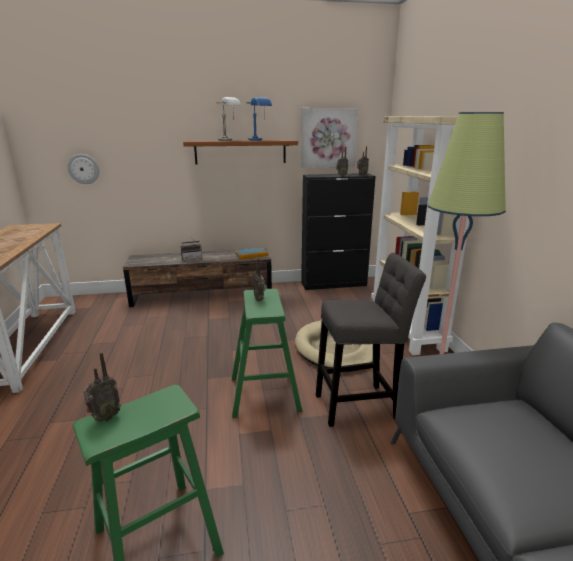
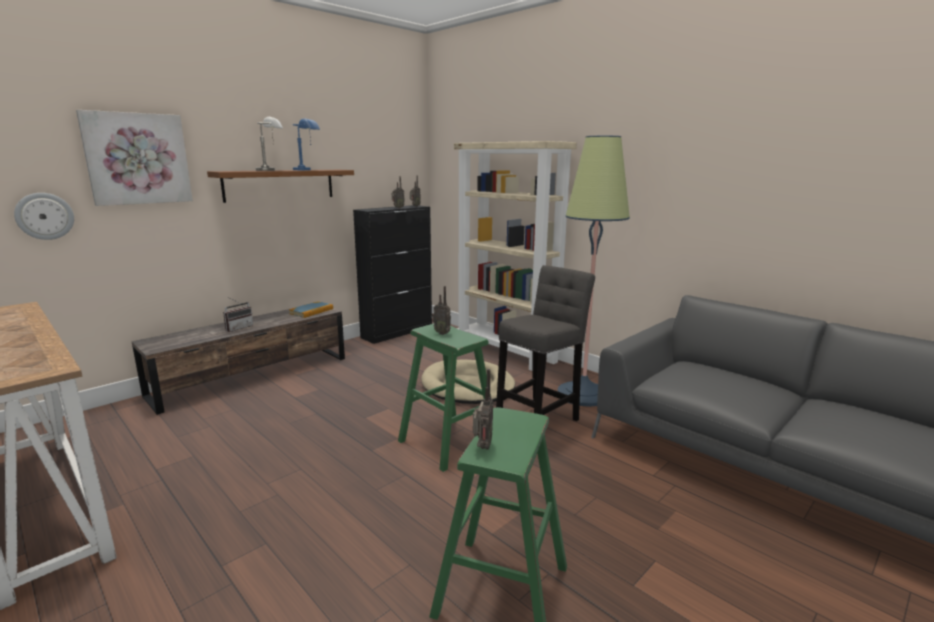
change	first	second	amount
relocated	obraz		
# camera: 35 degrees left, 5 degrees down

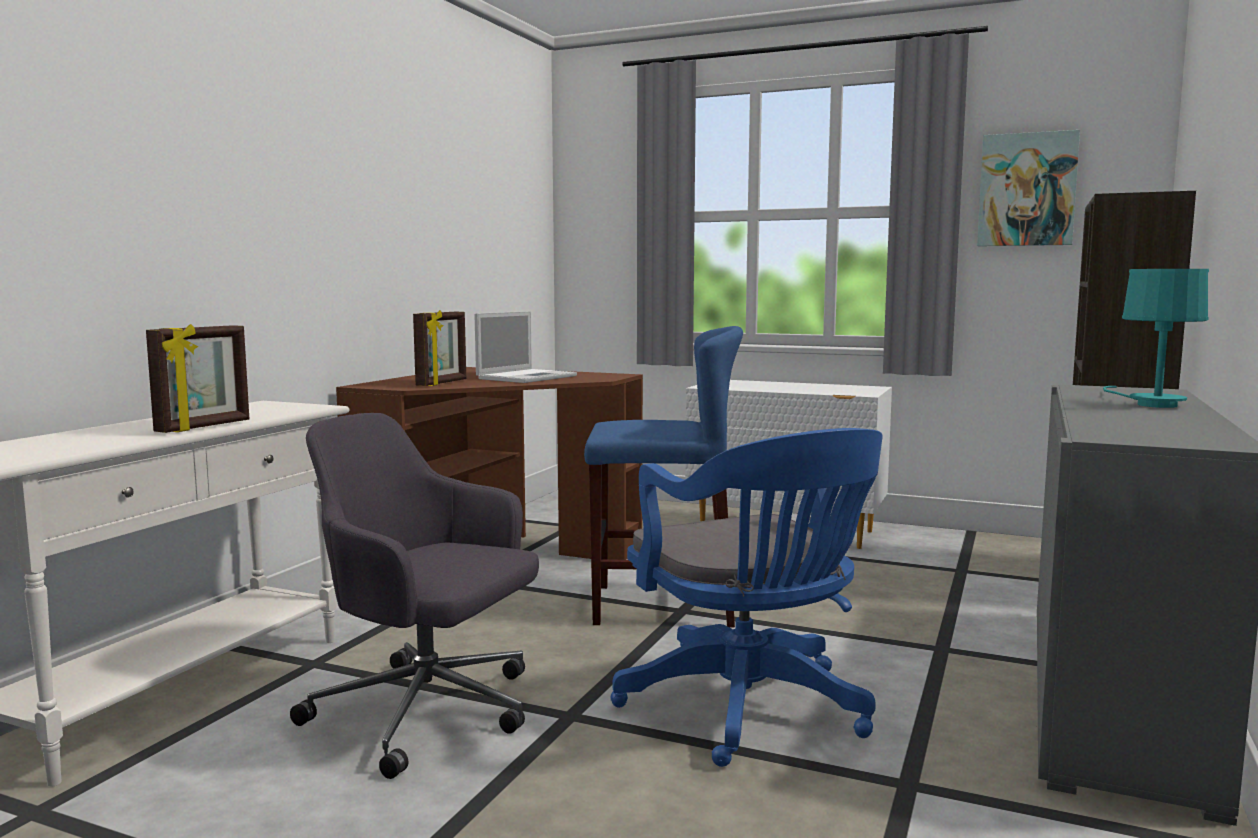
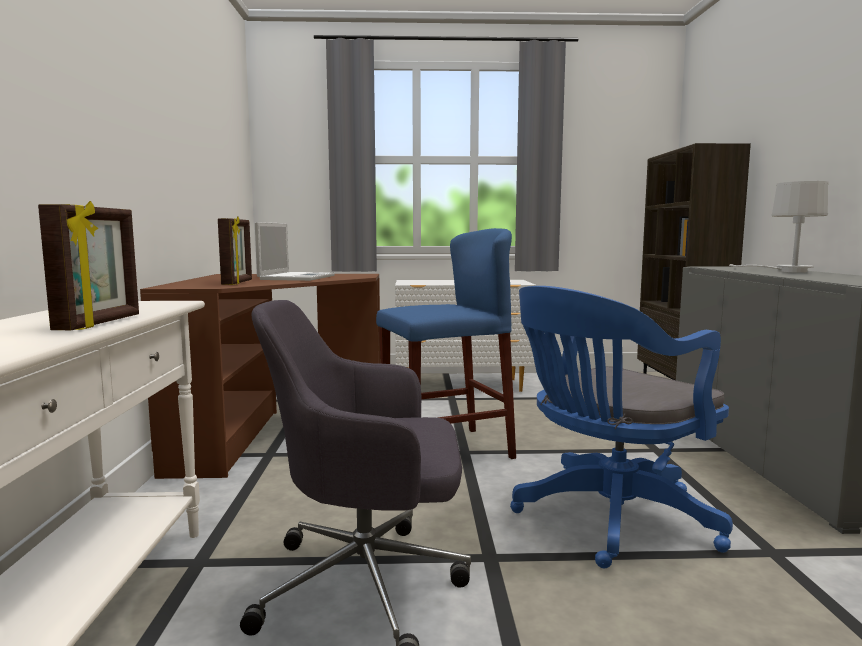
change	first	second	amount
spun	krzesło biurowe (niebieski)		105 degrees clockwise
colour	lampa stołowa (turkusowy)	lampa stołowa (biały)	
missing	obraz		
# camera: 25 degrees left, 0 degrees up

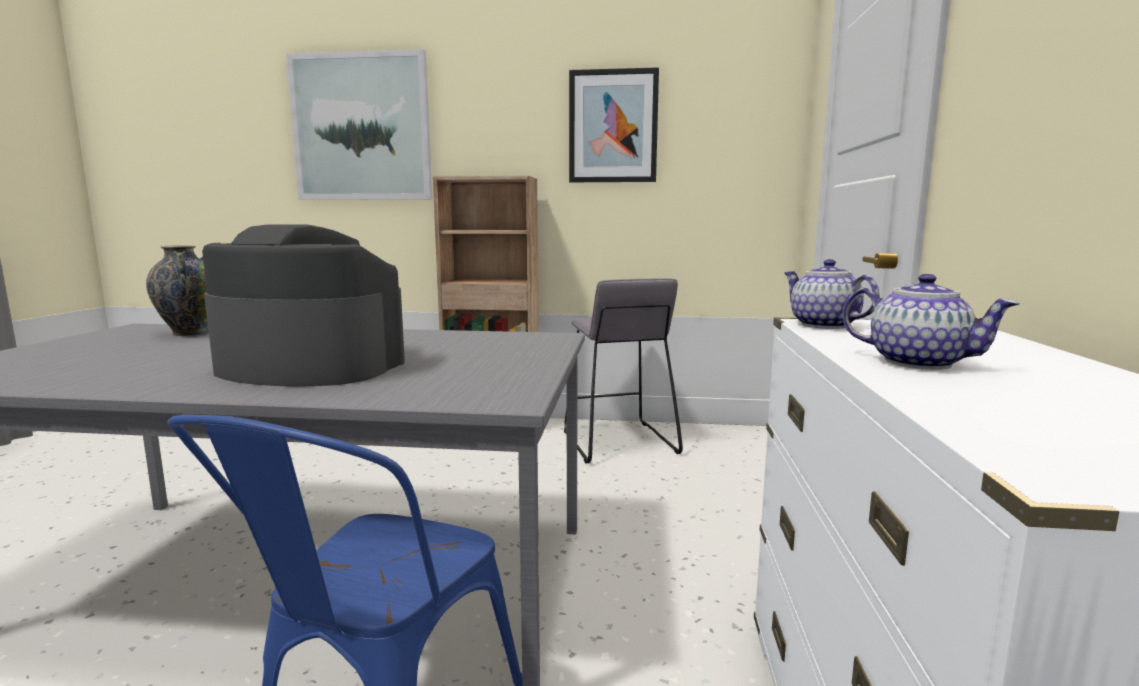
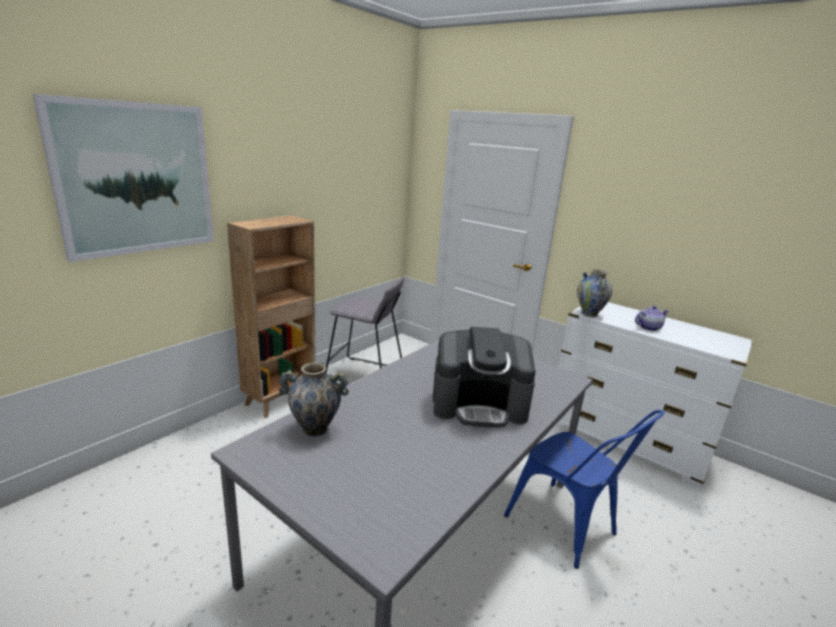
change	first	second	amount
spun	ekspres do kawy		135 degrees counterclockwise
exchanged	imbryk (no. 1 from left)	wazon (no. 2 from left)	
missing	obraz (no. 2 from left)		
# camera: 60 degrees left, 10 degrees up

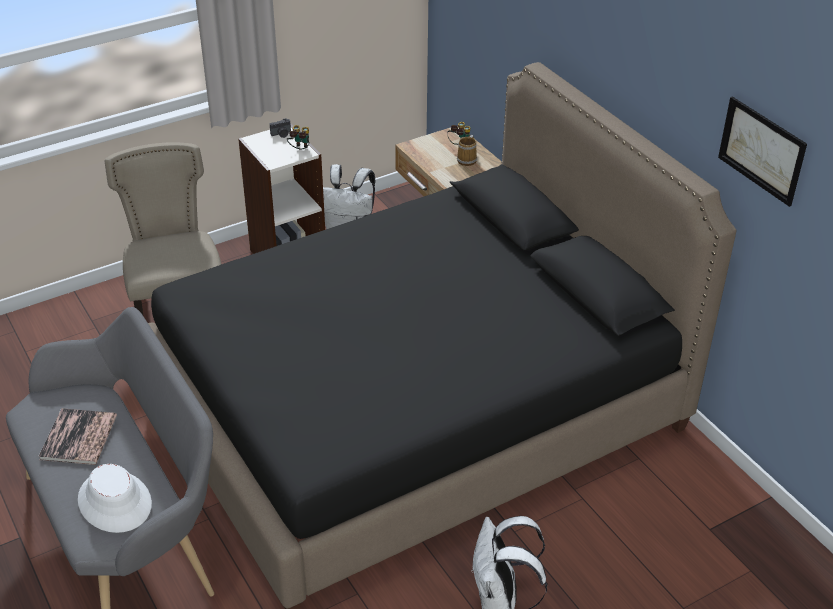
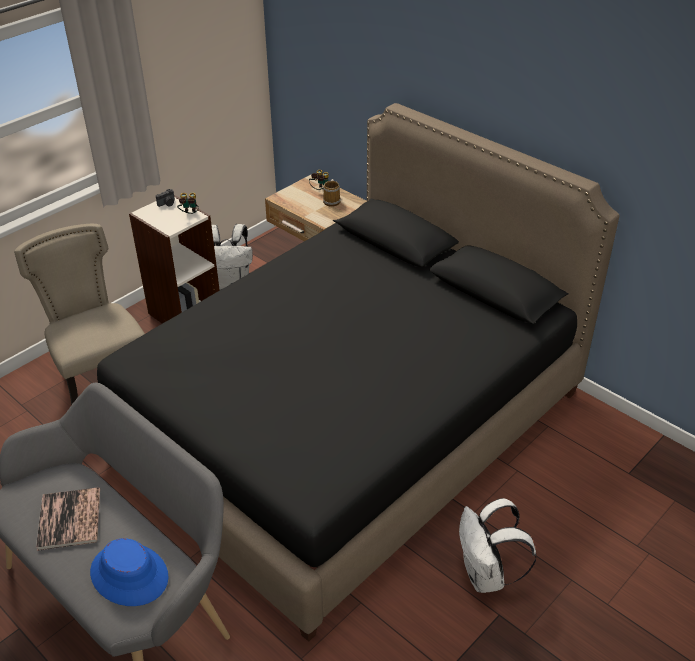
change	first	second	amount
colour	kapelusz (biały)	kapelusz (niebieski)	
missing	obraz		
# camera: 15 degrees left, 0 degrees up

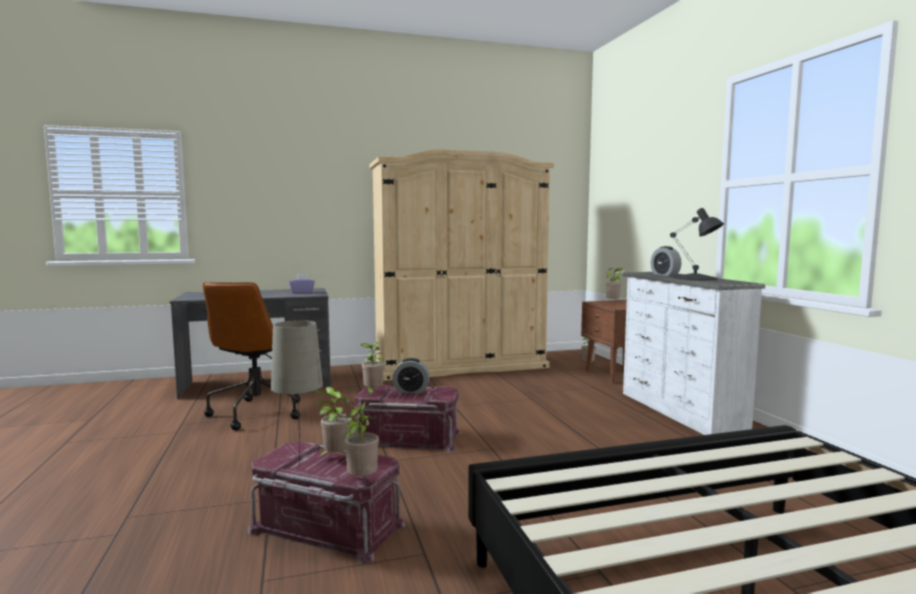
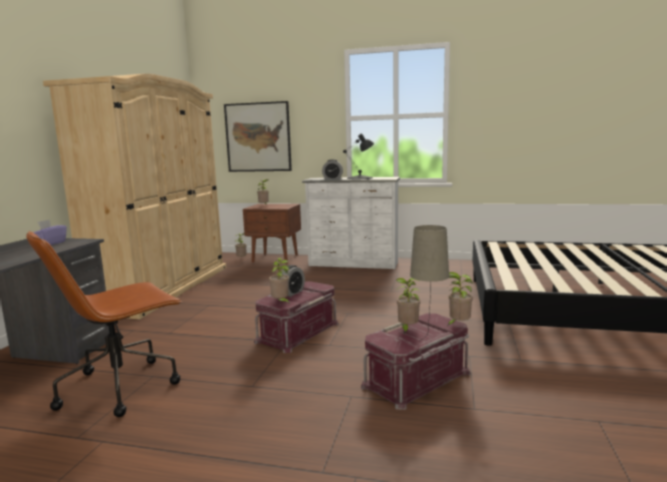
change	first	second	amount
spun	krzesło biurowe (brązowy)		105 degrees clockwise
appeared		obraz	
# camera: 60 degrees left, 5 degrees up

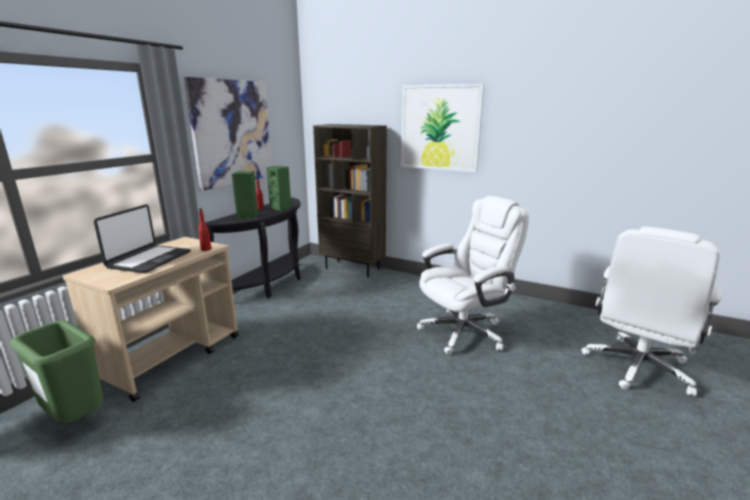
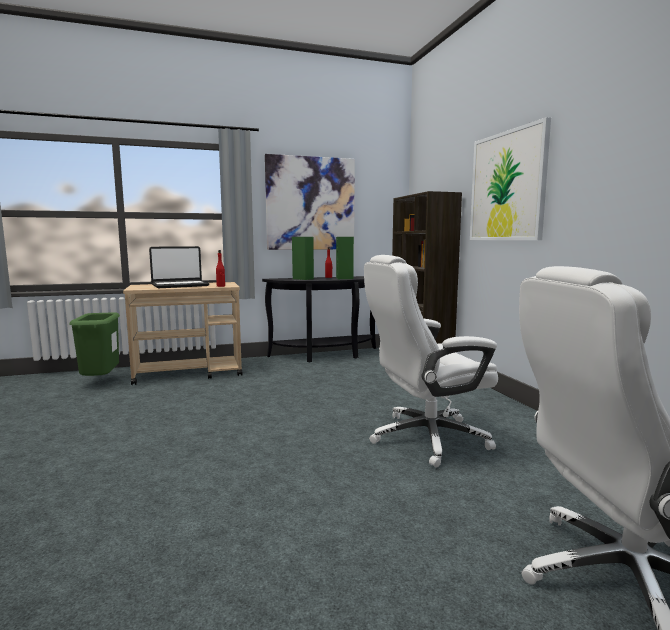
change	first	second	amount
spun	krzesło biurowe (biały) (no. 1 from left)		150 degrees clockwise
# camera: 45 degrees right, 10 degrees down

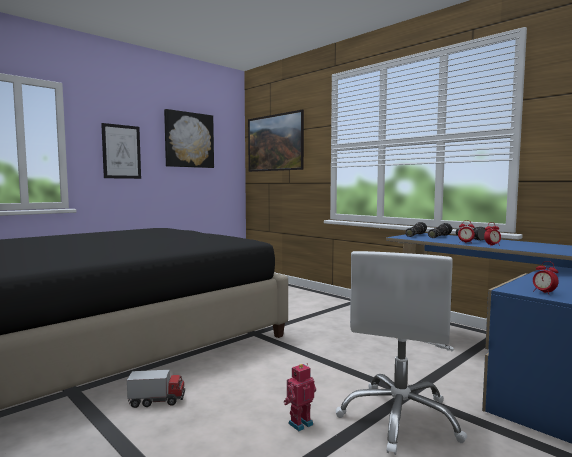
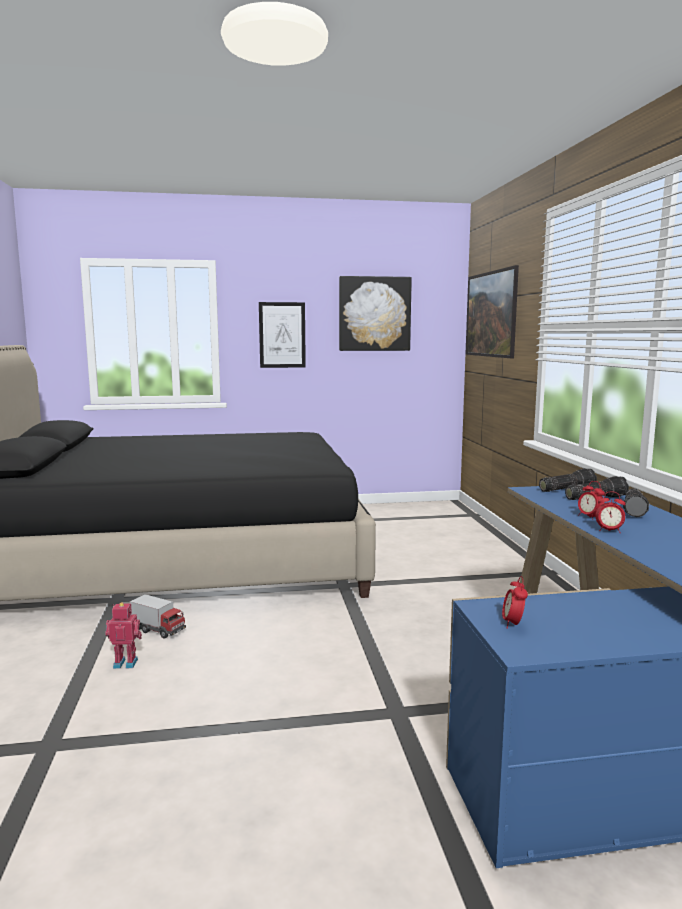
change	first	second	amount
relocated	robot zabawkowy		
missing	krzesło biurowe (biały)		
# camera: 35 degrees right, 5 degrees up

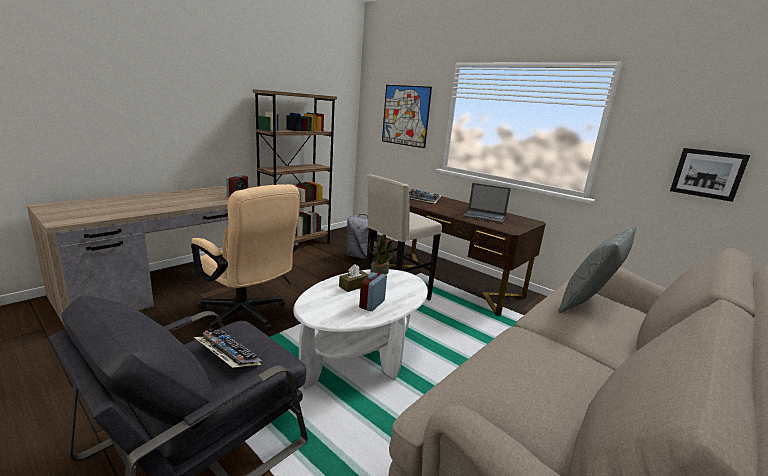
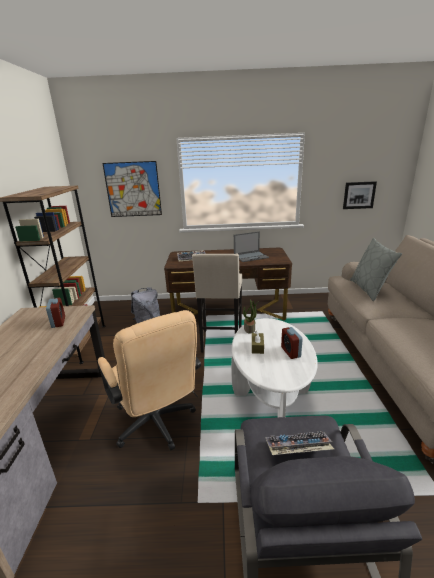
change	first	second	amount
spun	krzesło biurowe (beżowy)		60 degrees clockwise
# camera: 40 degrees left, 5 degrees up

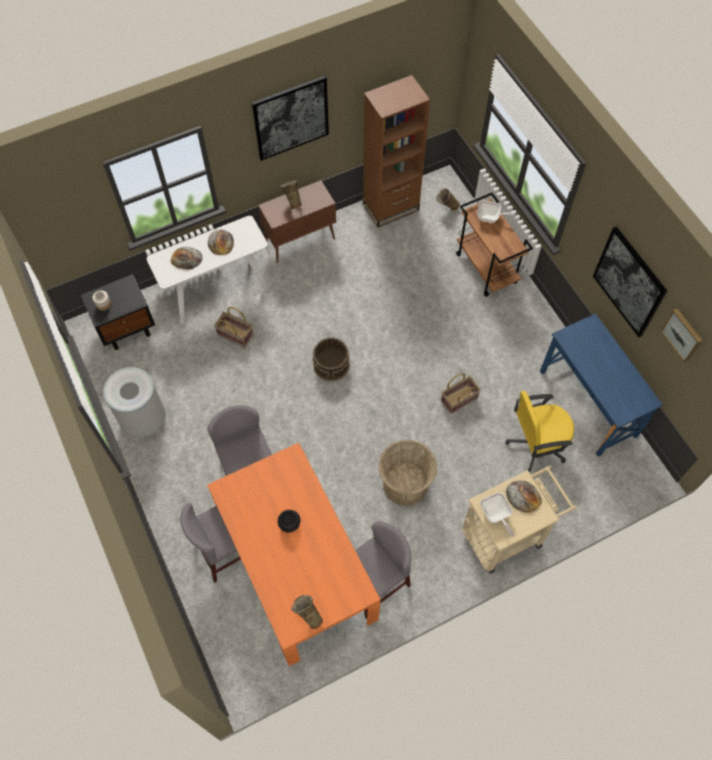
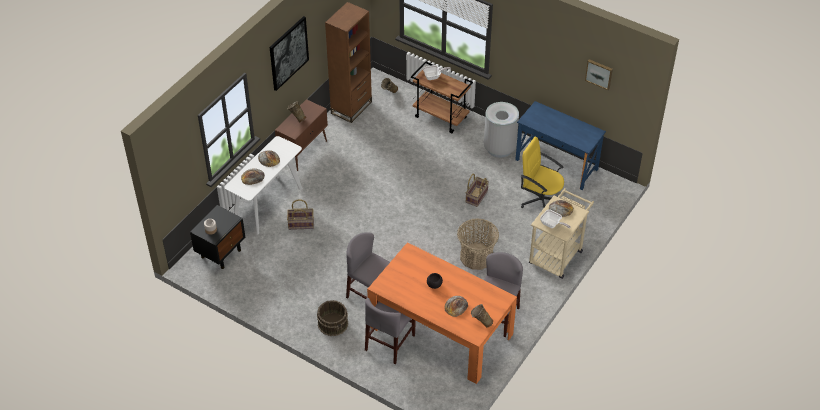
change	first	second	amount
relocated	wiadro (brązowy)		
appeared		chleb (no. 3 from left)	
relocated	kosz na śmieci (szary)		
spun	krzesło biurowe (żółty)		75 degrees clockwise
missing	obraz (no. 2 from left)		
# camera: 30 degrees left, 15 degrees down

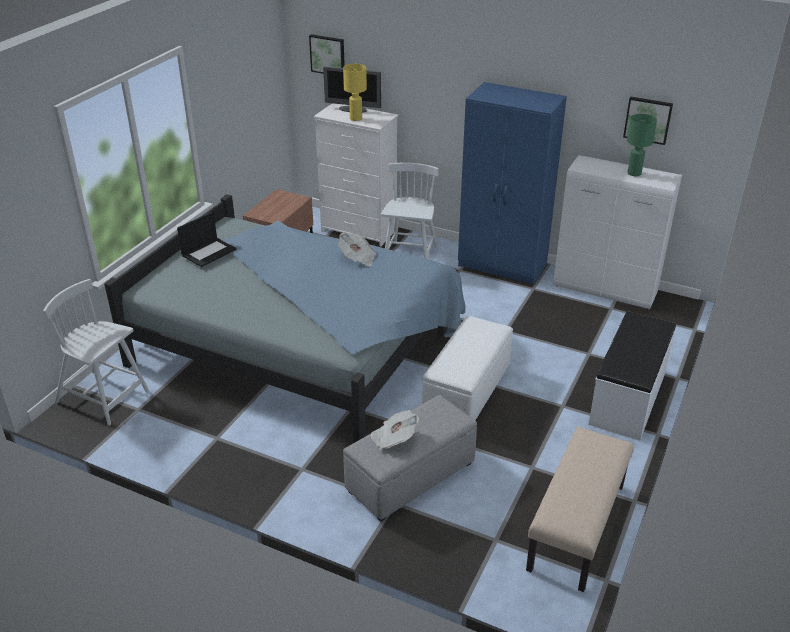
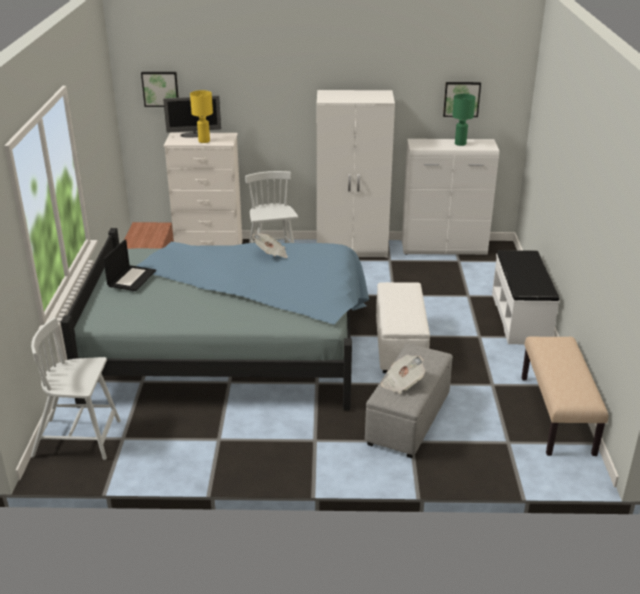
change	first	second	amount
colour	szafa (niebieski)	szafa (biały)	
# camera: 25 degrees left, 5 degrees down

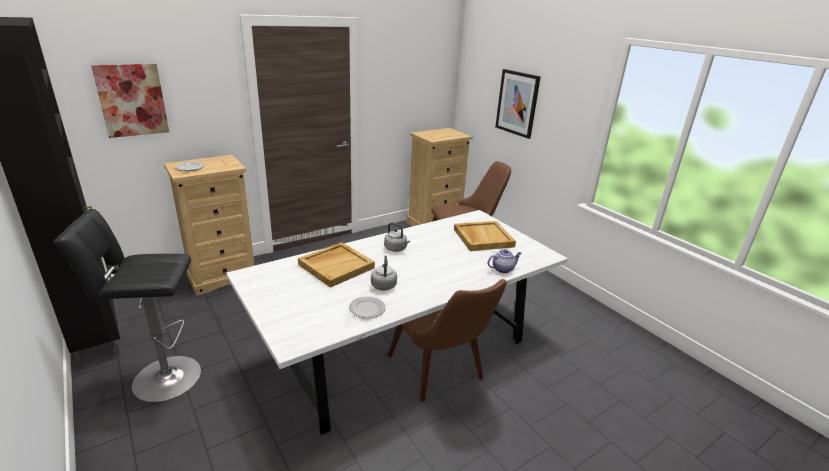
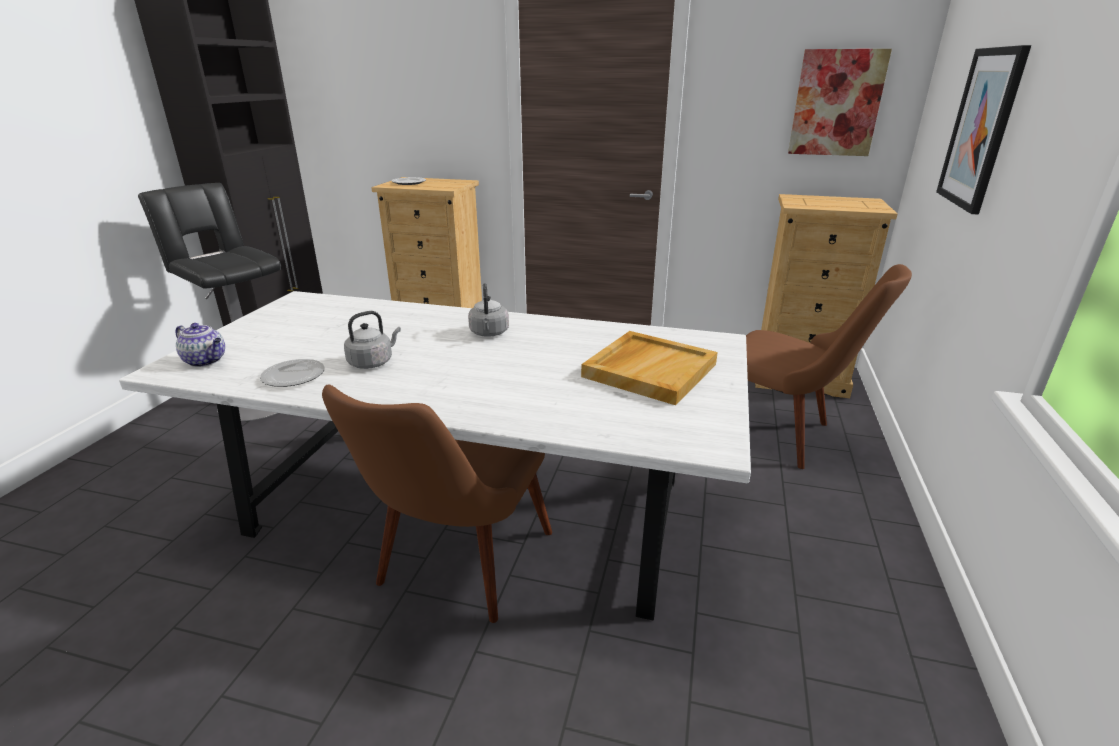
change	first	second	amount
relocated	imbryk		
relocated	obraz (no. 1 from left)		
missing	taca (beżowy) (no. 1 from left)		
# camera: 50 degrees right, 0 degrees up

